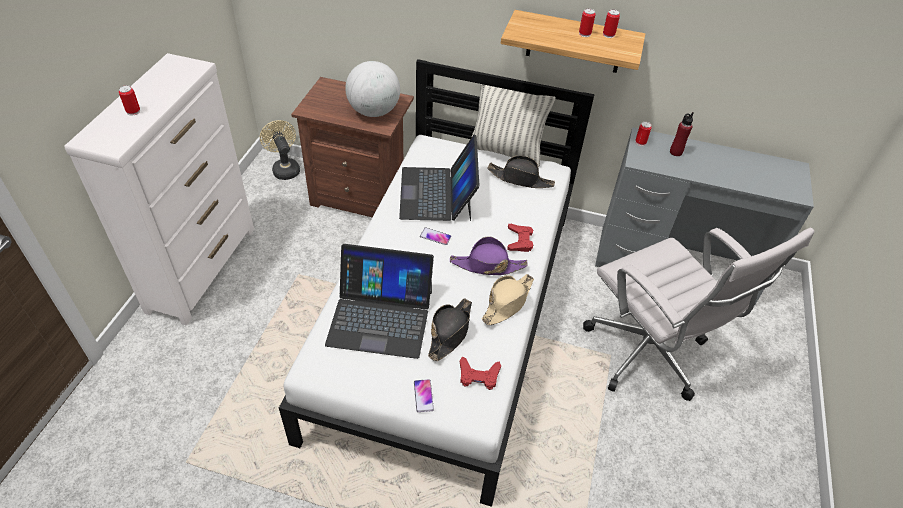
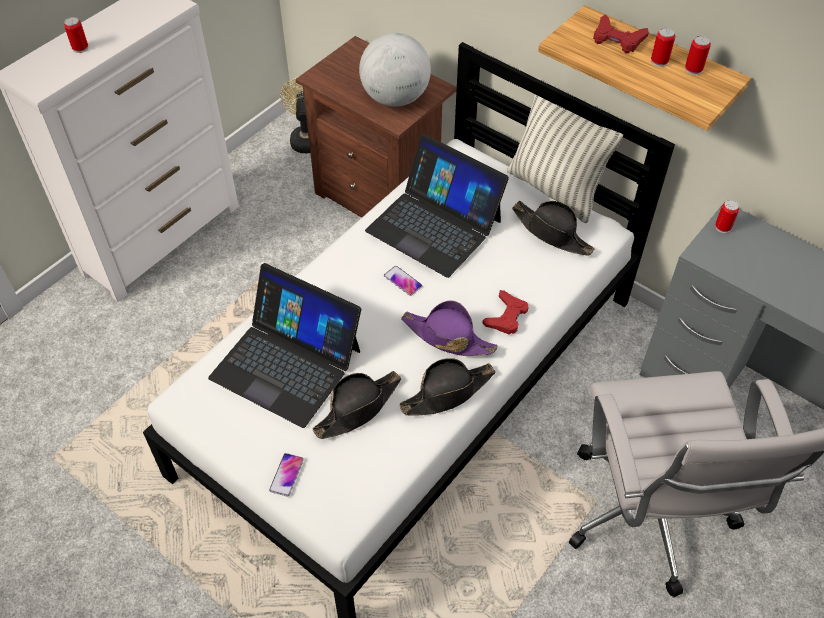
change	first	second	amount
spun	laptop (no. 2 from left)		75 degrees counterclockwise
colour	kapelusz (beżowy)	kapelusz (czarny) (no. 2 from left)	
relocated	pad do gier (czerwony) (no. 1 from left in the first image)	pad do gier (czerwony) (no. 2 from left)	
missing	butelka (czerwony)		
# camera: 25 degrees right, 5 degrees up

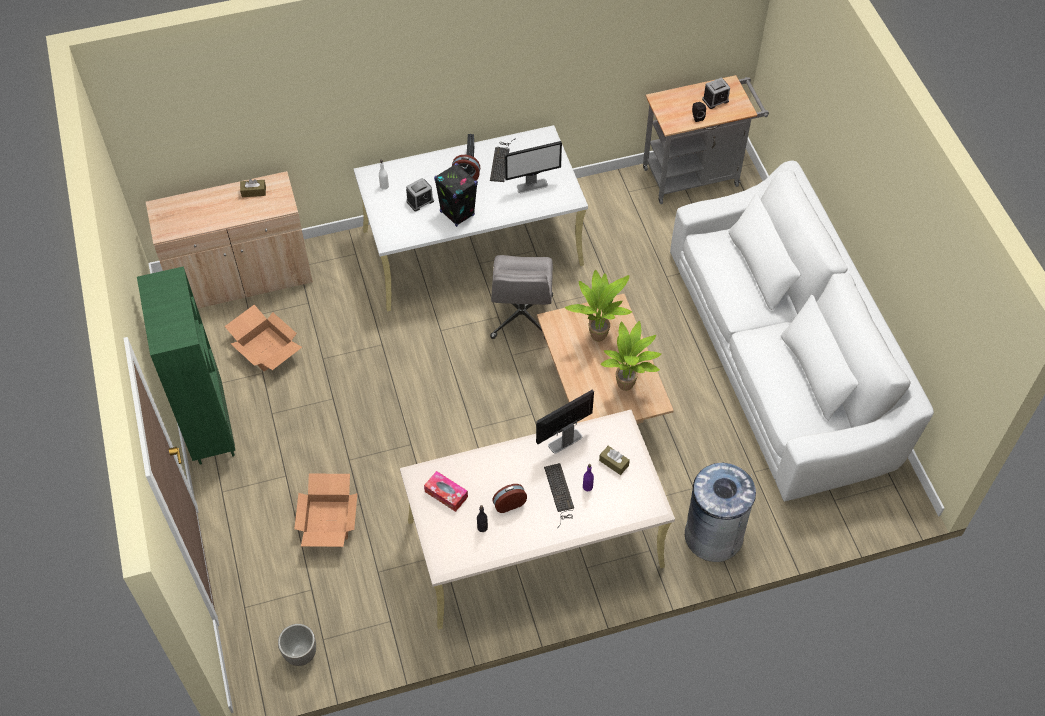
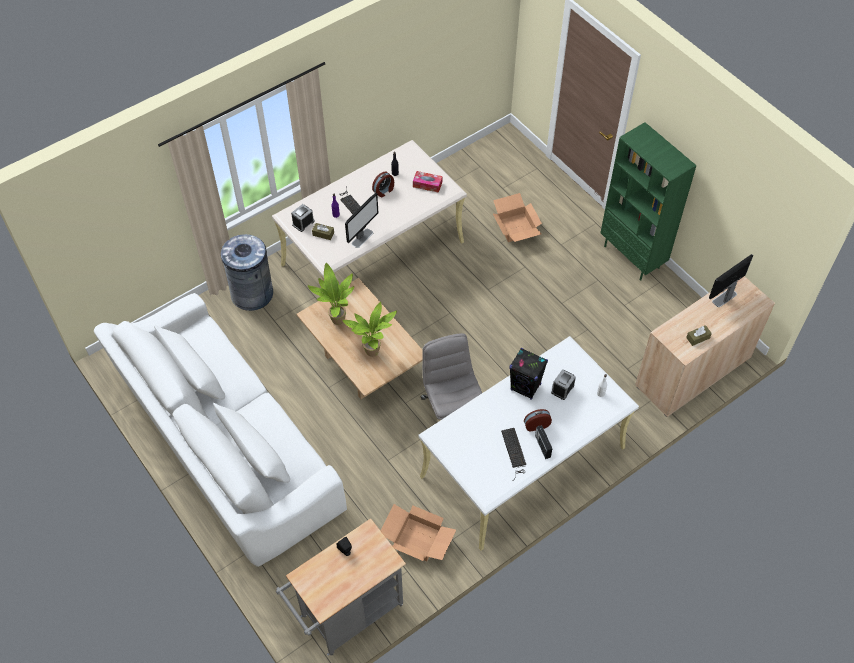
change	first	second	amount
relocated	budzik (no. 4 from left in the first image)	budzik (no. 1 from left)	
relocated	karton (no. 1 from left)		
relocated	monitor (no. 1 from left in the first image)	monitor (no. 2 from left)	
missing	donica		
# camera: 160 degrees right, 0 degrees up

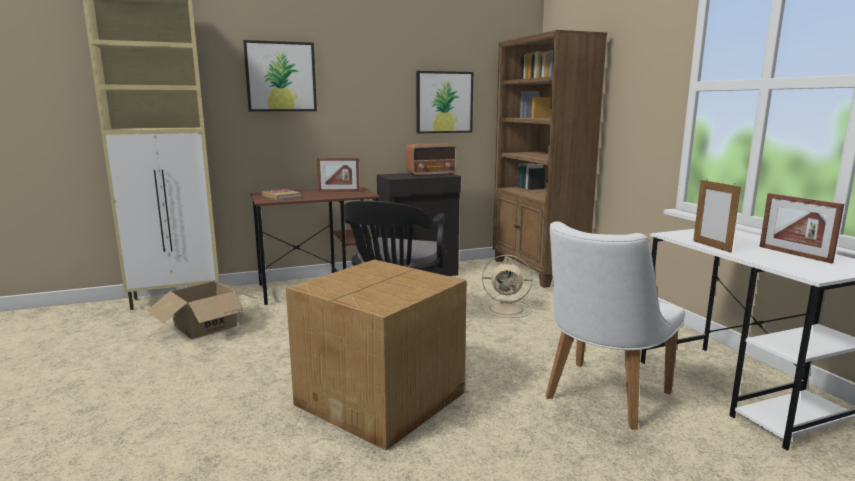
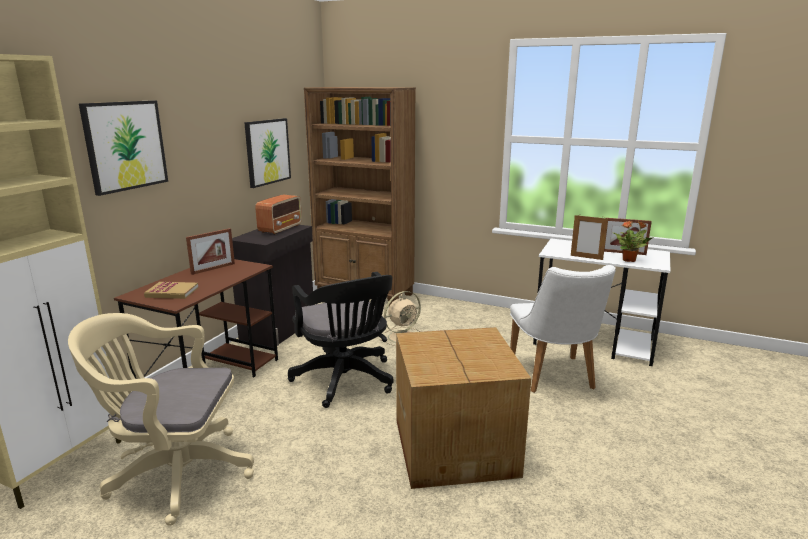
change	first	second	amount
exchanged	karton (no. 1 from left)	krzesło biurowe (beżowy)	
appeared		roślina doniczkowa	
# camera: 45 degrees left, 5 degrees up

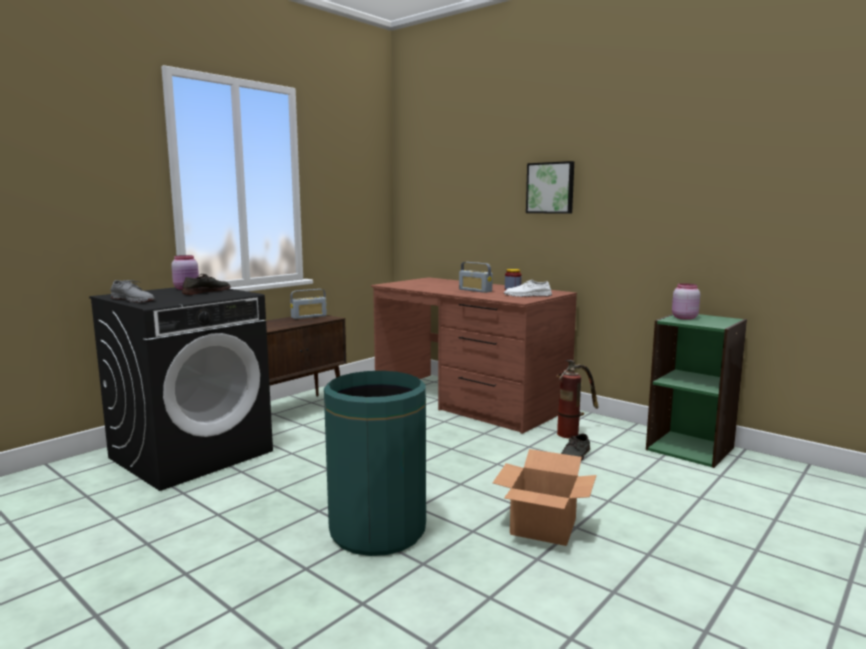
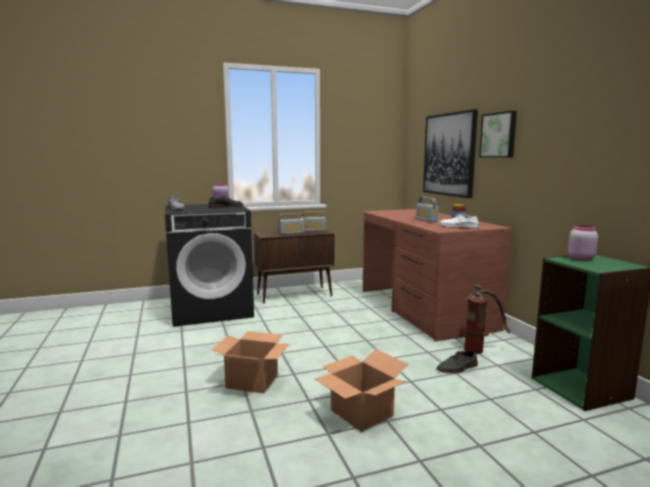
change	first	second	amount
exchanged	kosz na śmieci (zielony)	karton (no. 1 from left)	
appeared		radio (no. 1 from left)	
appeared		obraz (no. 1 from left)	
# camera: 30 degrees right, 0 degrees up

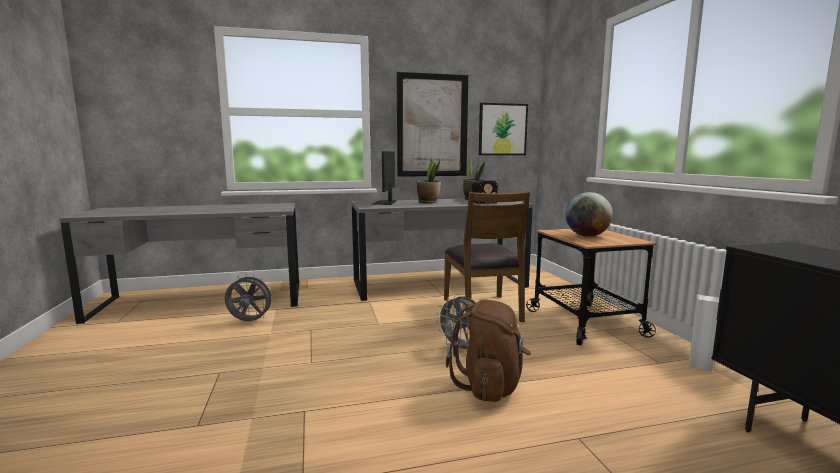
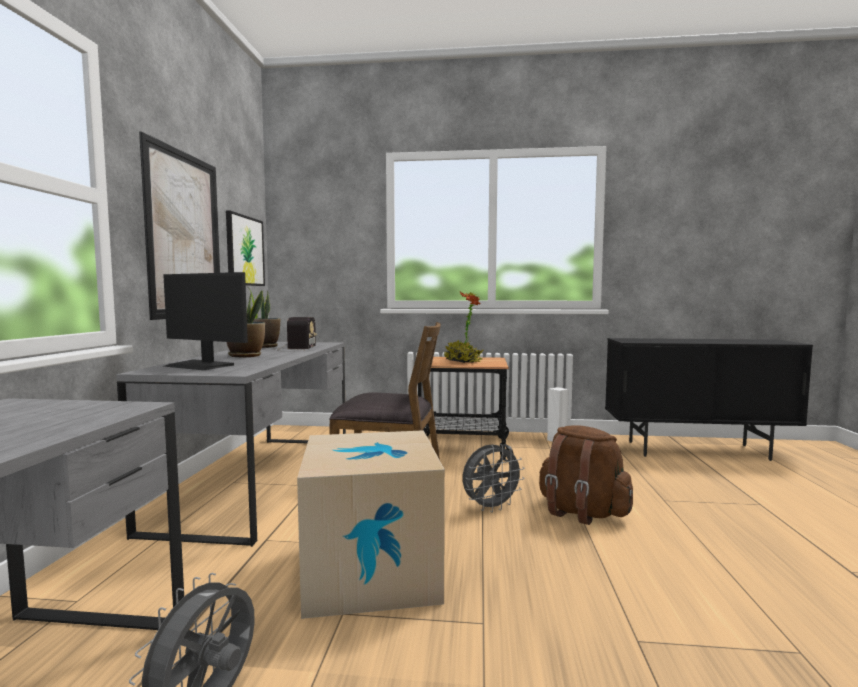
change	first	second	amount
appeared		karton	
exchanged	globus	roślina doniczkowa (no. 3 from left)	
# camera: 70 degrees left, 5 degrees down

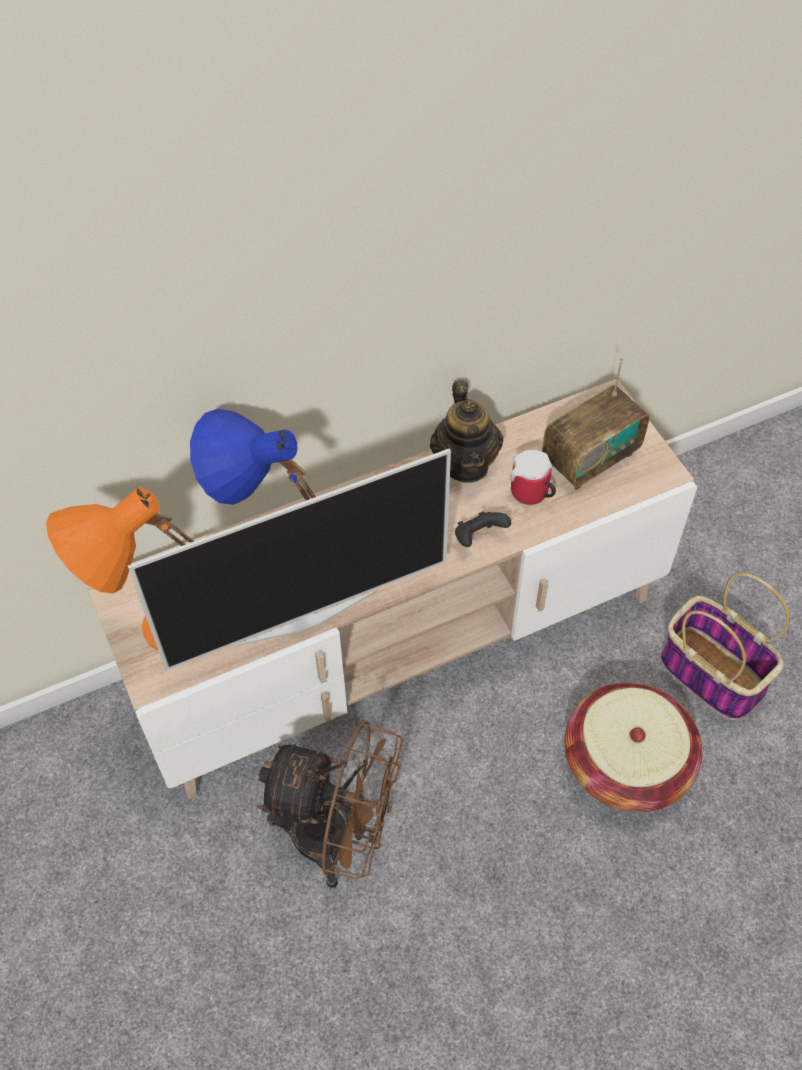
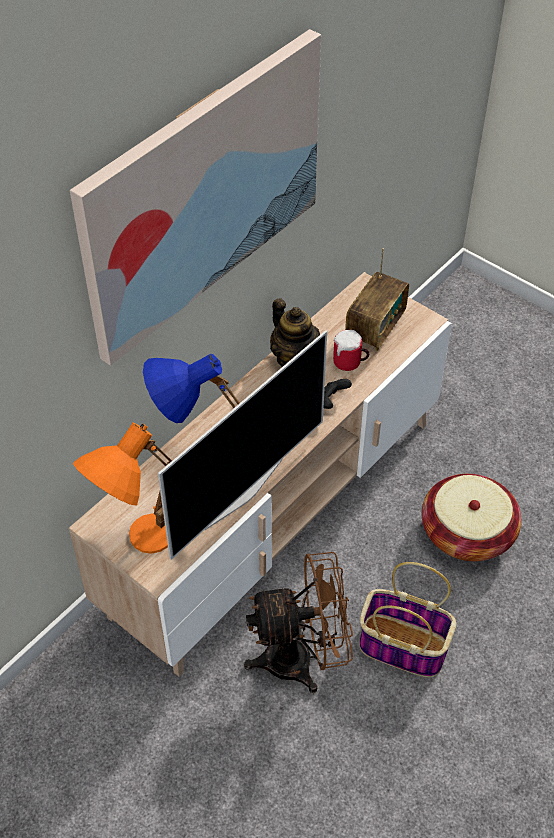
change	first	second	amount
appeared		obraz	
relocated	koszyk (no. 2 from left in the first image)	koszyk (no. 1 from left)	
# camera: 25 degrees left, 5 degrees down

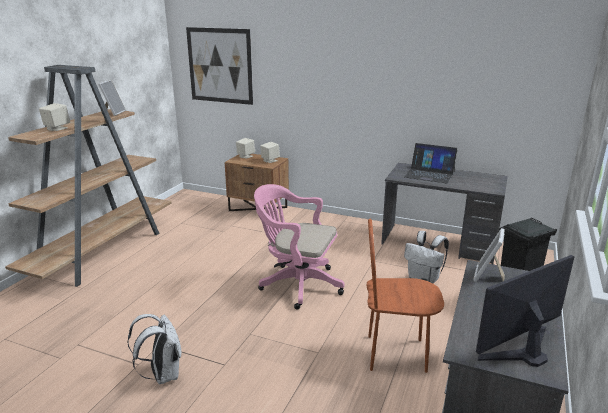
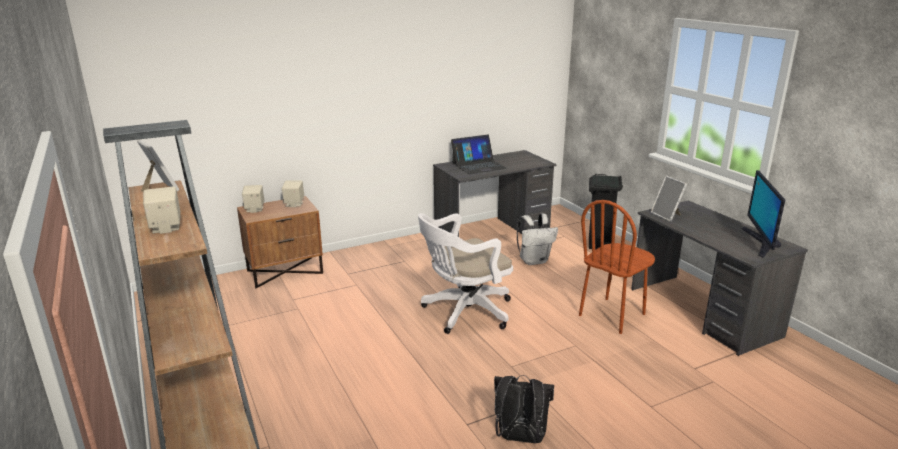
change	first	second	amount
colour	krzesło biurowe (różowy)	krzesło biurowe (biały)	
colour	plecak (biały) (no. 1 from left)	plecak (czarny)	
missing	obraz		
# camera: 50 degrees left, 0 degrees up

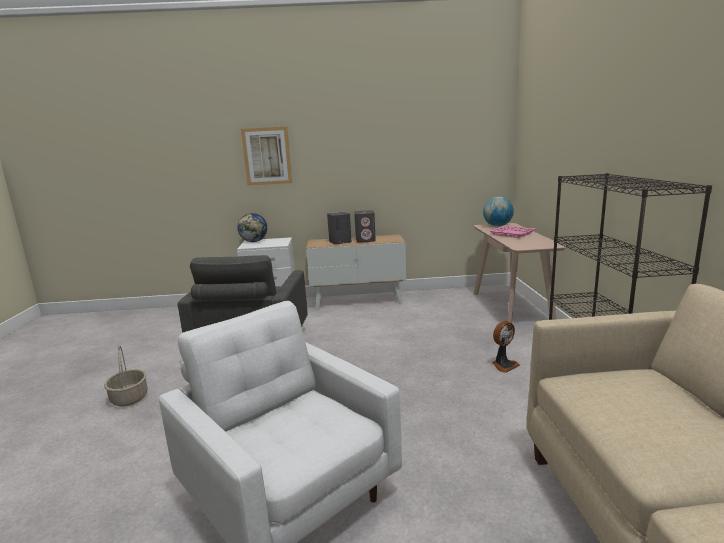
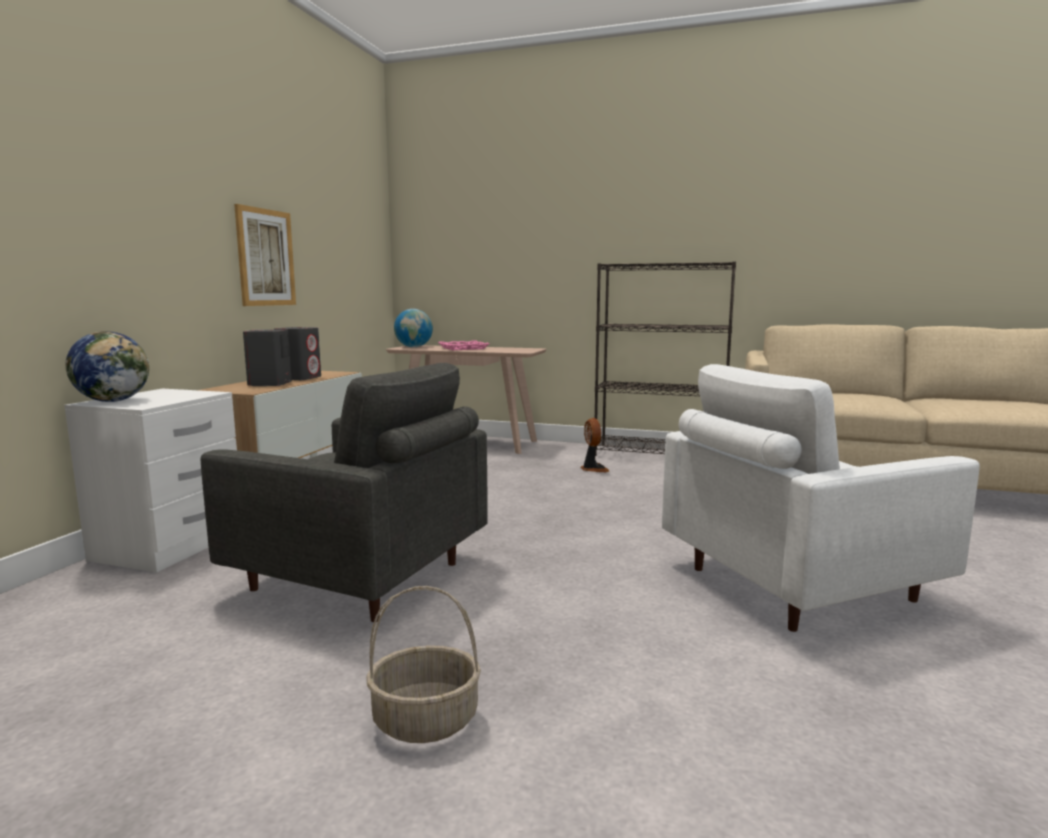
change	first	second	amount
relocated	obraz		
# camera: 70 degrees left, 5 degrees down

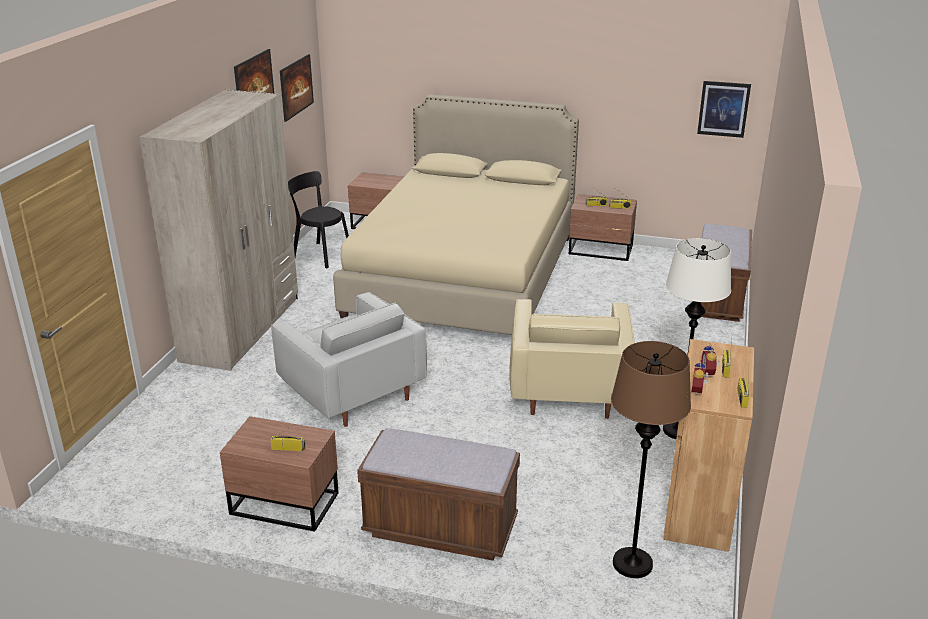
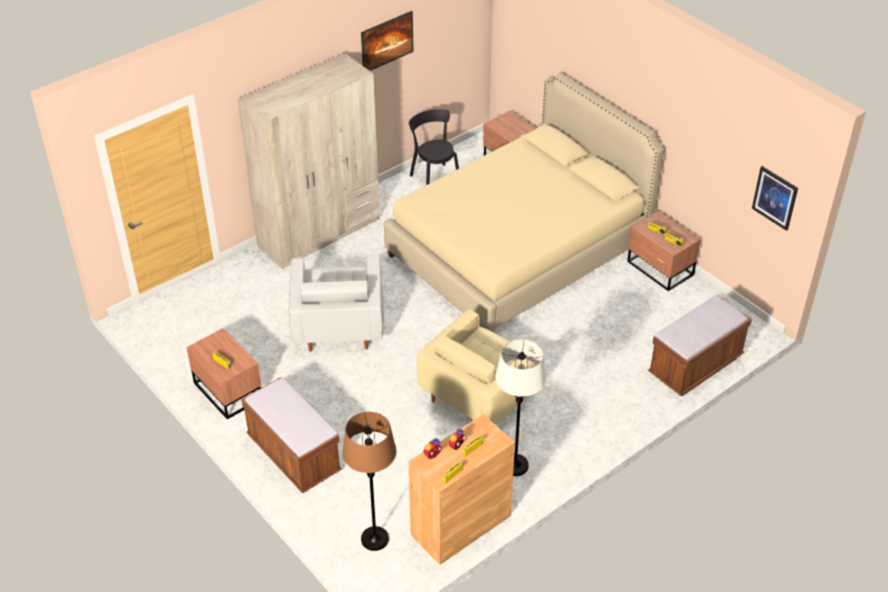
change	first	second	amount
missing	obraz (no. 2 from left)		
# camera: 35 degrees right, 15 degrees up

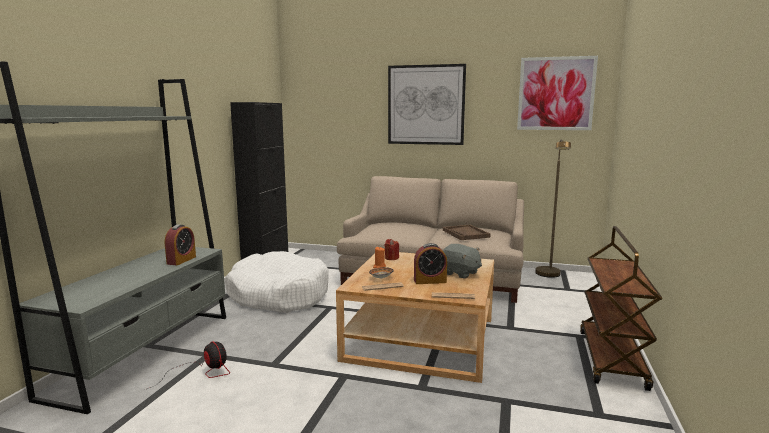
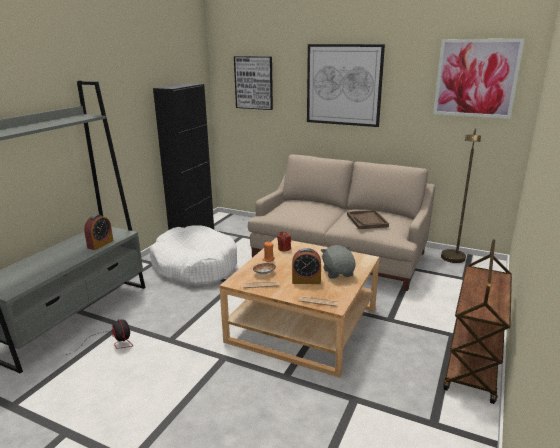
change	first	second	amount
appeared		obraz (no. 1 from left)	
spun	pluszak (szary)		150 degrees counterclockwise
# camera: 10 degrees right, 10 degrees up

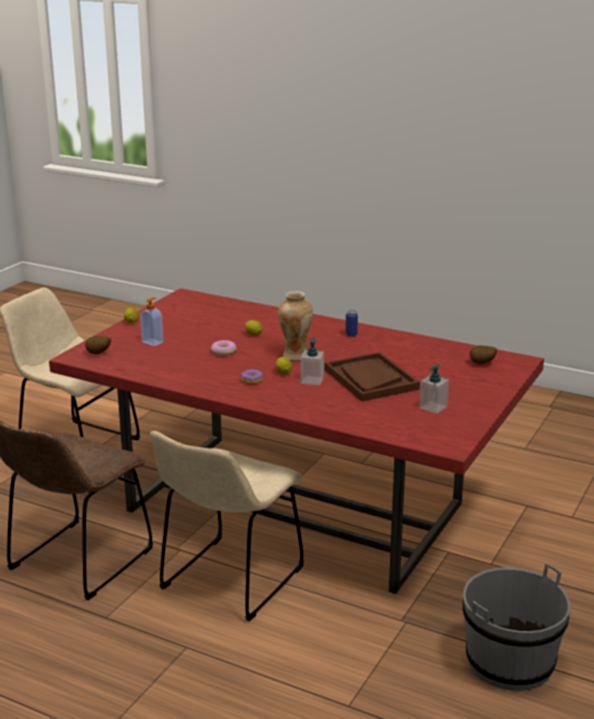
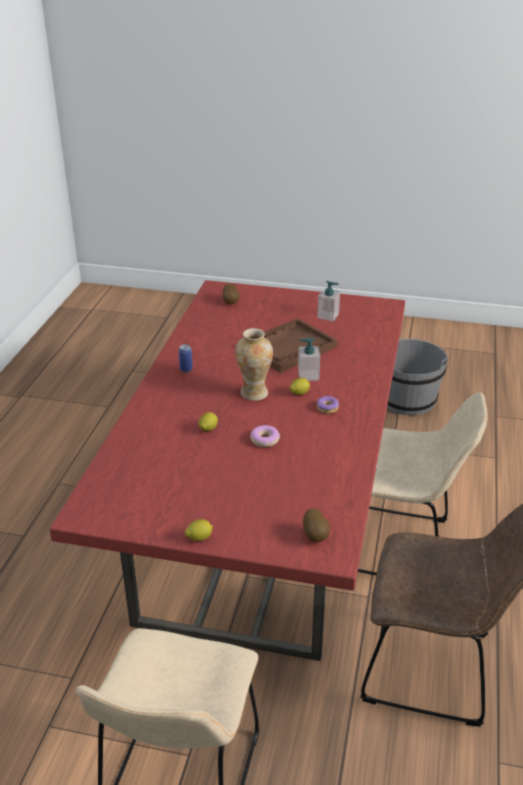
change	first	second	amount
missing	dozownik mydła (no. 1 from left)		
# camera: 105 degrees left, 10 degrees up

